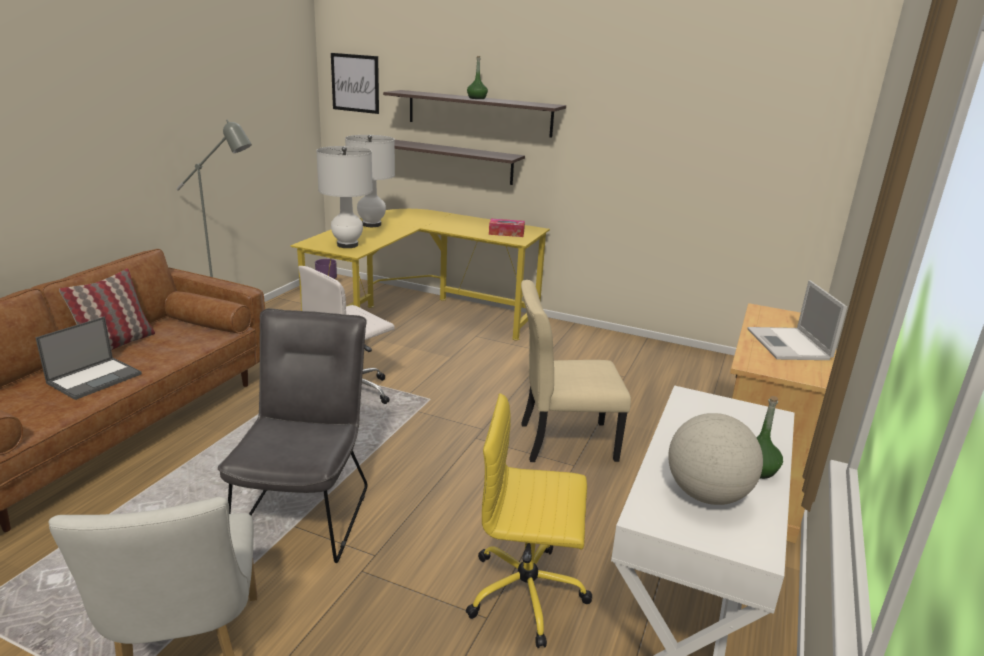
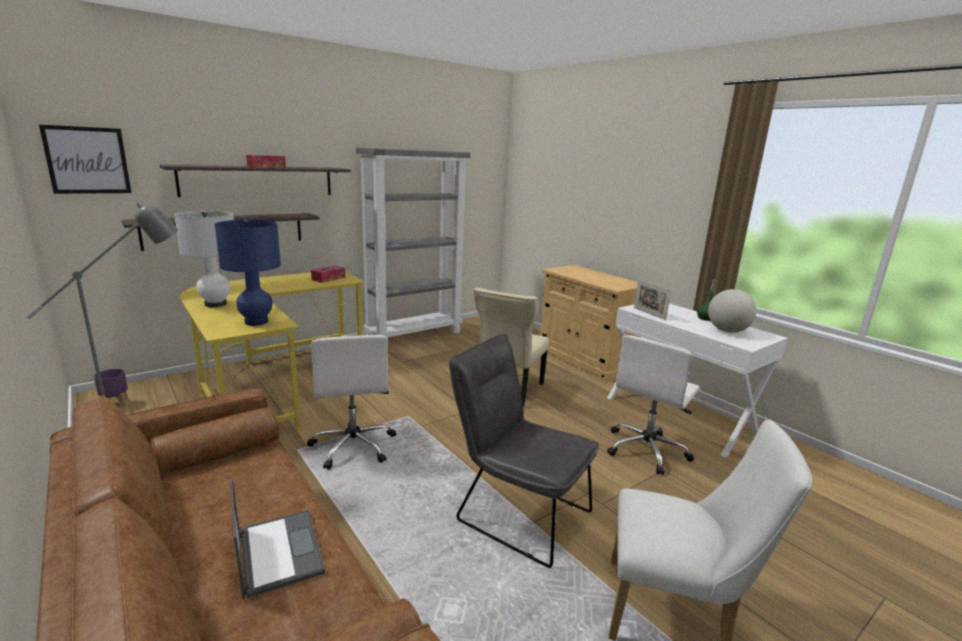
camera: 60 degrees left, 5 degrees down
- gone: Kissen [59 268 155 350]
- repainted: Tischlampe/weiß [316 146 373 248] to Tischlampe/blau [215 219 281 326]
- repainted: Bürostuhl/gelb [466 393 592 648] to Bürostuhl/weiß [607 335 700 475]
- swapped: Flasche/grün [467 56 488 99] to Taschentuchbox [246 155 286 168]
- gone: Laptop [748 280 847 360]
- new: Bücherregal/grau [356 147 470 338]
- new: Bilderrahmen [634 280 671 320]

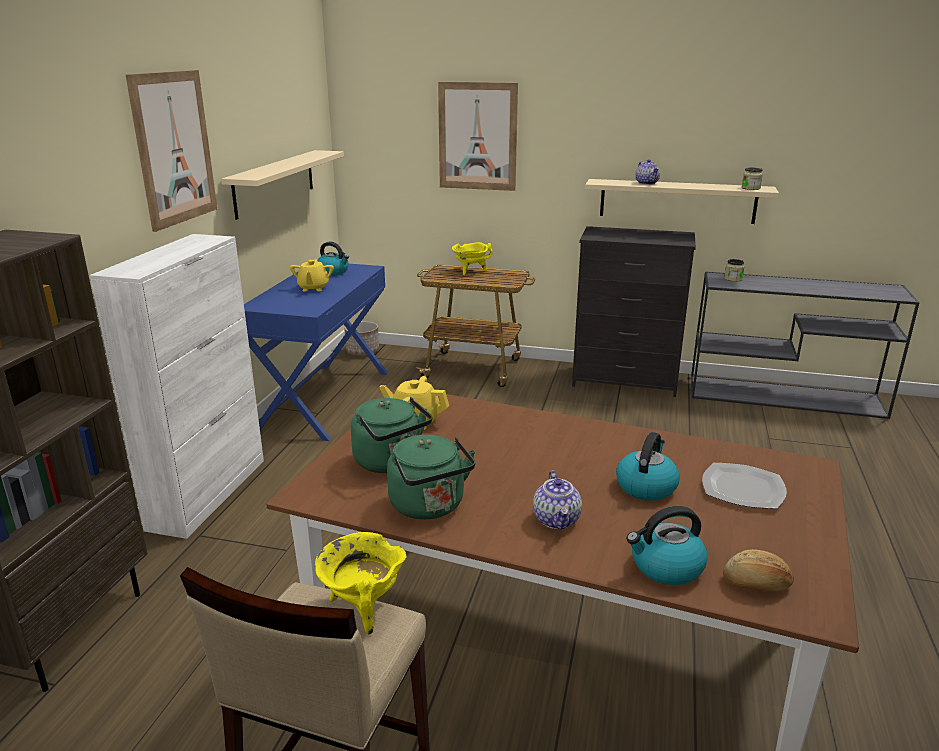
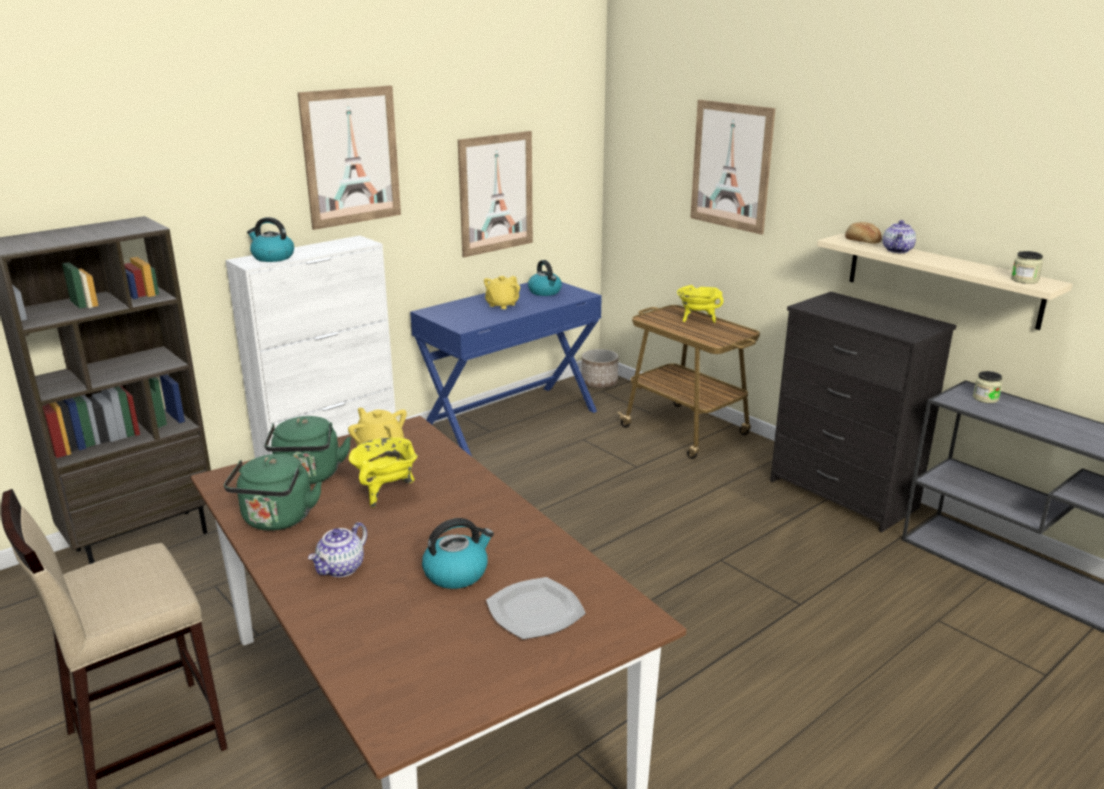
camera: 35 degrees right, 0 degrees up
- swapped: Wandregal/beige [221 150 344 220] to Bild [458 131 533 257]
- shifted: Kochtopf/gelb [315 532 406 635] to [349 437 418 508]
- shifted: Wasserkessel [626 506 708 585] to [247 217 294 262]
- shifted: Brot [723 549 794 591] to [845 222 882 244]

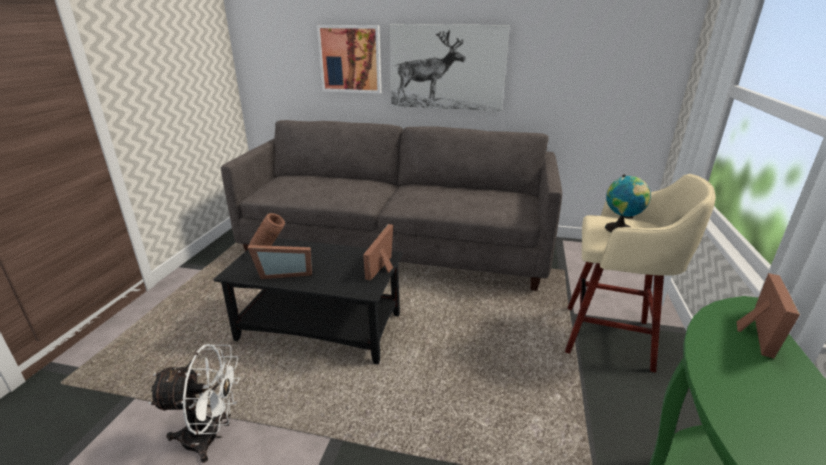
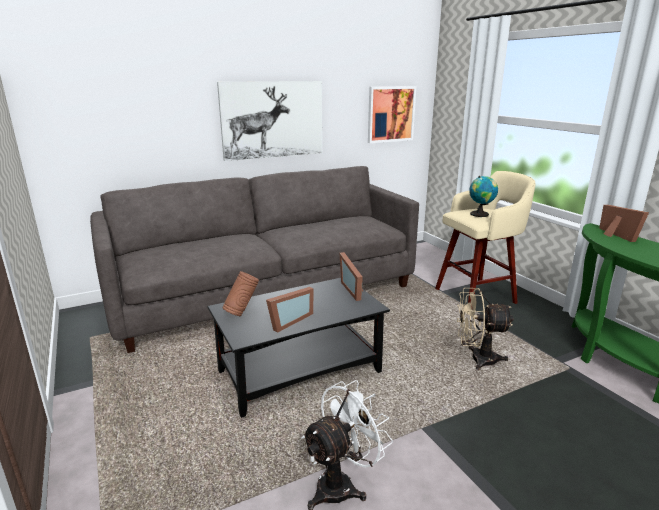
camera: 40 degrees left, 5 degrees down
- shifted: Bild [317 25 381 94] to [368 86 416 143]
- new: Ventilator/beige [457 288 513 370]

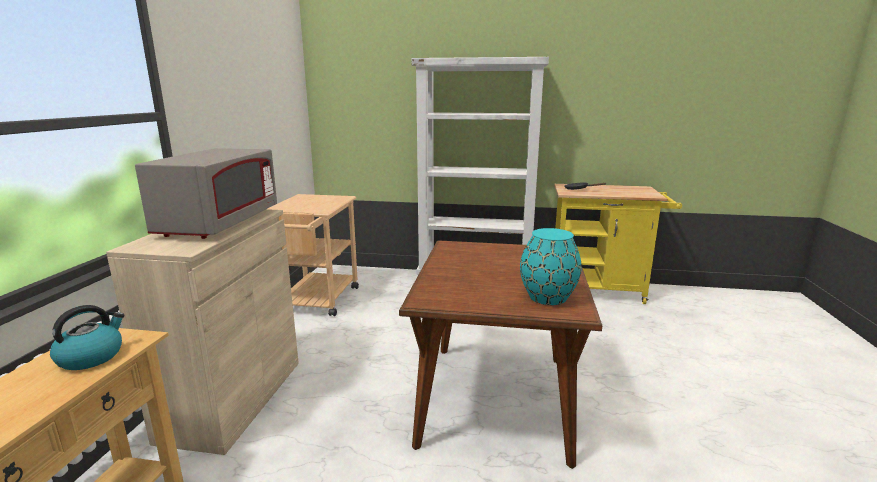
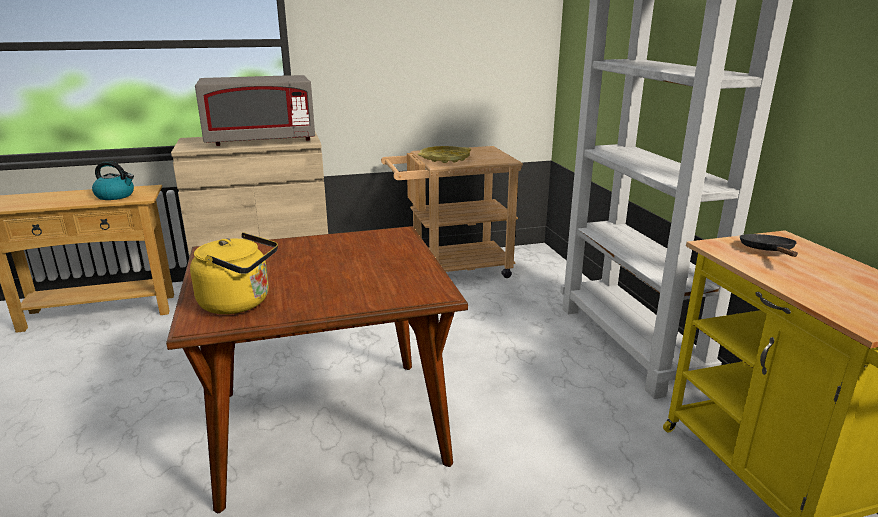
camera: 65 degrees right, 5 degrees up
- swapped: Vase/türkis [520 228 582 305] to Wasserkessel/gelb [190 233 278 314]
- new: Tablett/gelb [418 146 471 163]

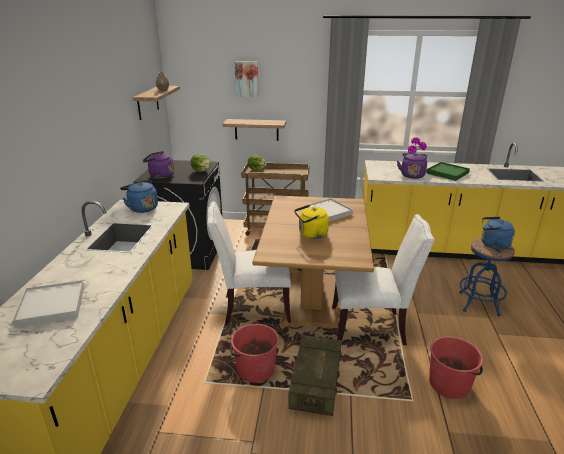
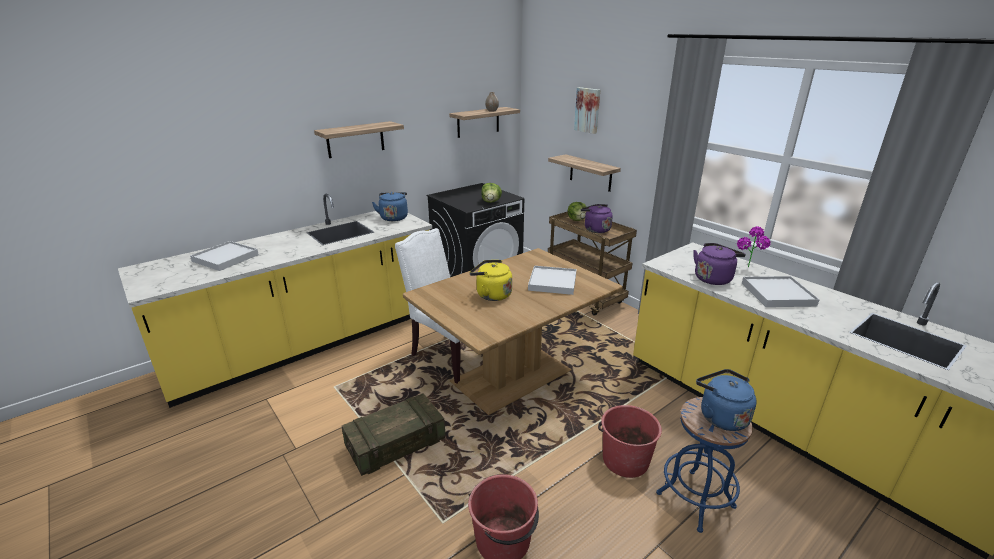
camera: 45 degrees right, 0 degrees up
- shifted: Wasserkessel/lila [143 151 174 179] to [581 204 613 233]
- shifted: Eimer/rot [230 324 279 383] to [598 405 662 478]
- gone: Stuhl/weiß [332 214 434 345]
- repainted: Tablett/grün [426 162 470 181] to Tablett/weiß [742 276 820 307]
- new: Wandregal [314 121 404 158]

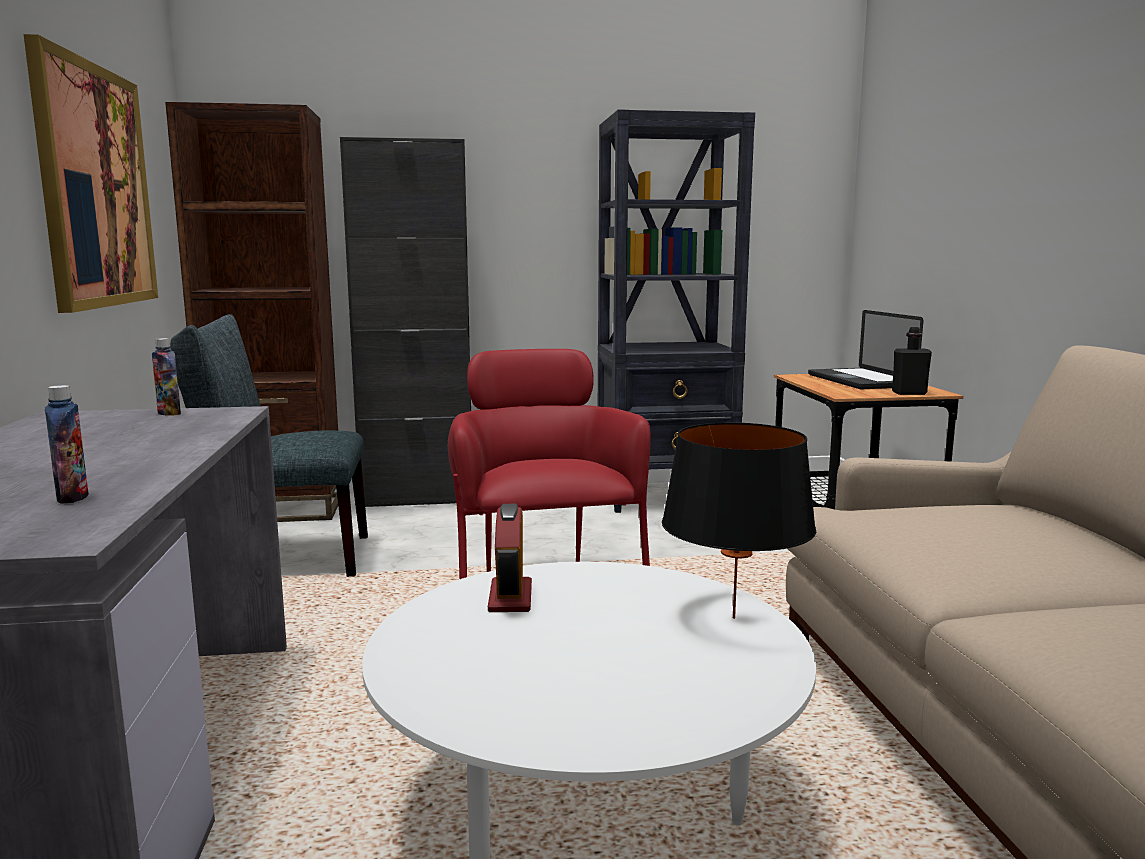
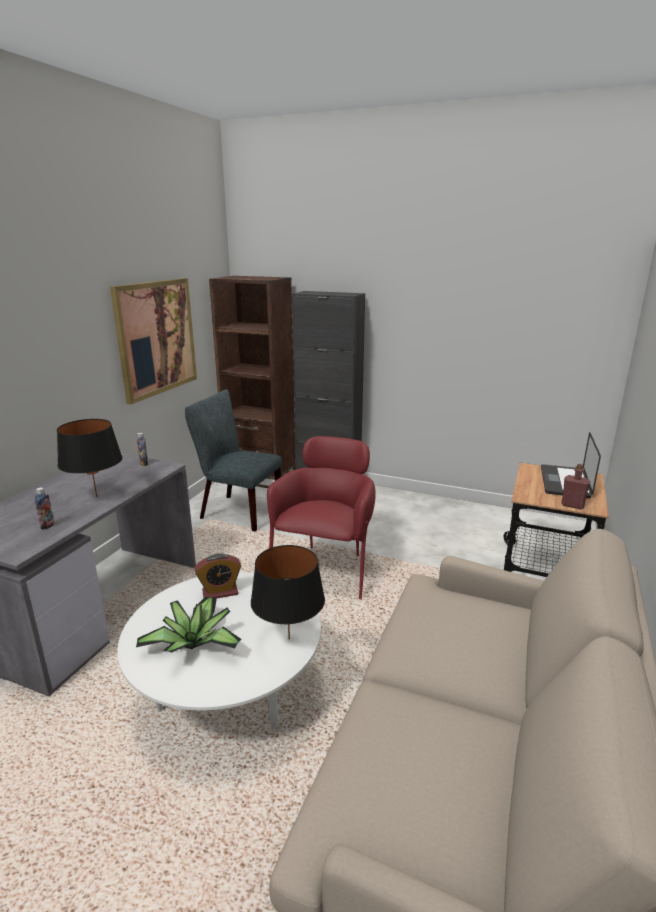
camera: 30 degrees right, 10 degrees up
- rotated: Wecker [488 504 532 612] = [195 554 241 599] 135 degrees counterclockwise
- gone: Bücherregal/schwarz [598 109 755 513]
- repainted: Flasche/schwarz [892 327 932 395] to Flasche/rot [561 464 590 509]
- new: Tischlampe/schwarz [57 419 122 497]
- new: Topfpflanze [136 597 242 653]

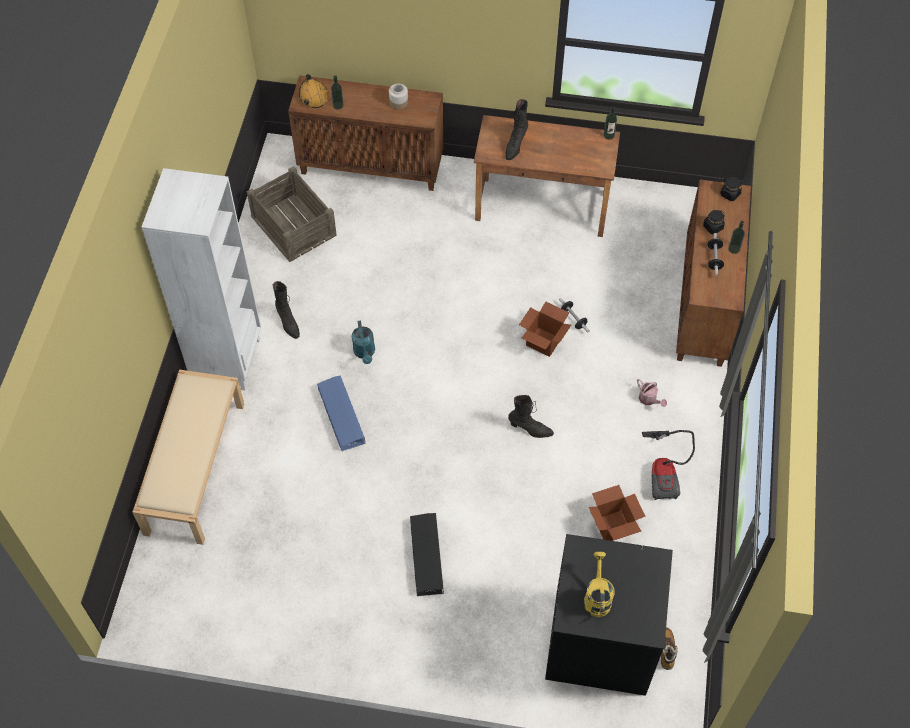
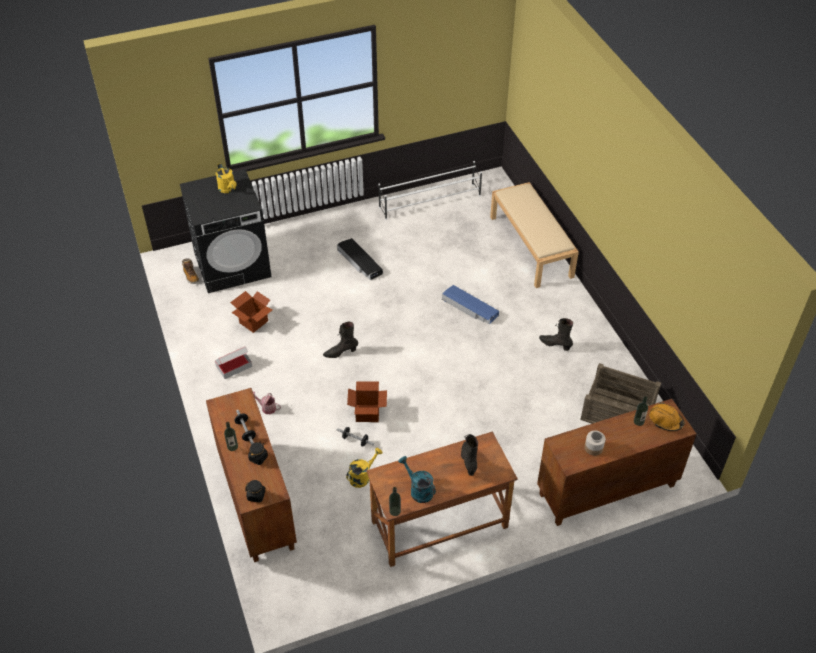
camera: 150 degrees right, 10 degrees down
- gone: Bücherregal/weiß [142 168 261 390]
- shifted: Gießkanne/türkis [352 320 375 364] to [398 456 436 503]
- swapped: Staubsauger [642 430 695 500] to Karton [215 346 252 379]
- new: Gießkanne/gelb [346 448 383 488]
- new: Schuhregal/weiß [378 161 482 220]

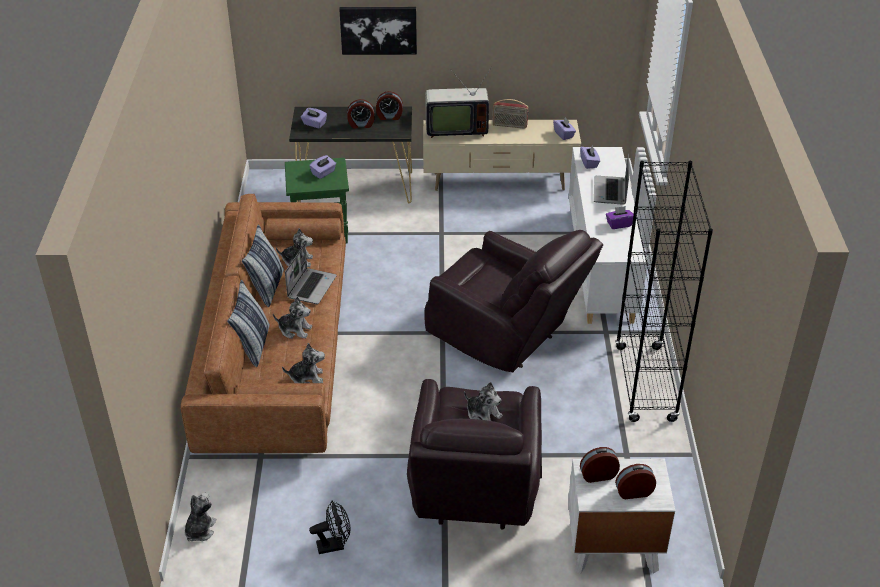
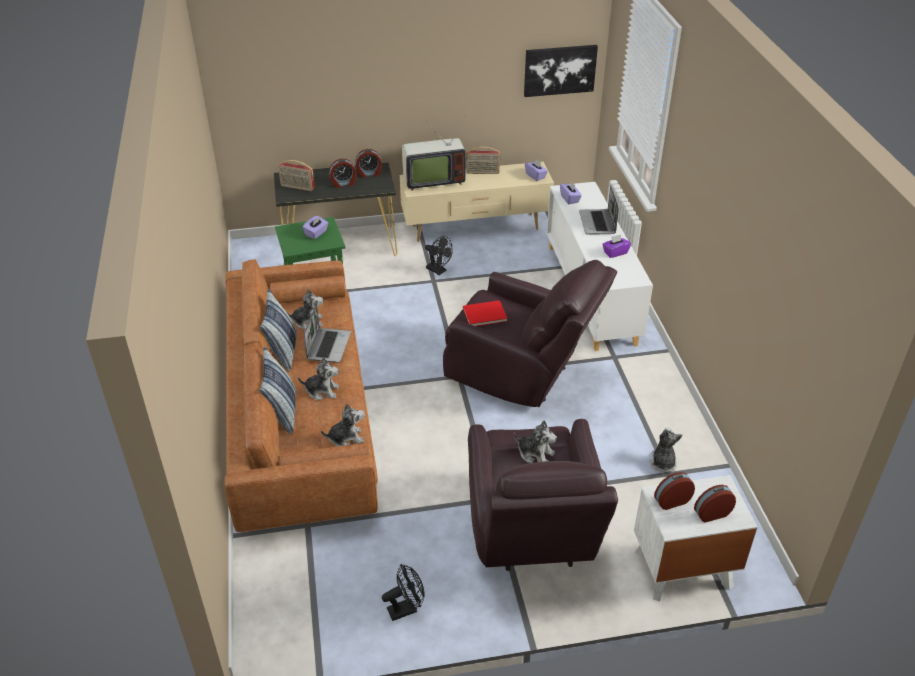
camera: 10 degrees left, 0 degrees up
- shifted: Plüschtier [184 492 217 541] to [649 427 682 472]
- swapped: Taschentuchbox/lila [301 108 327 129] to Radio [278 160 315 191]
- shifted: Bild [339 7 417 55] to [524 45 598 97]
- gone: Bücherregal/schwarz [615 161 713 422]
- new: Ventilator/schwarz [425 236 453 275]
- new: Buch/rot [463 300 508 326]

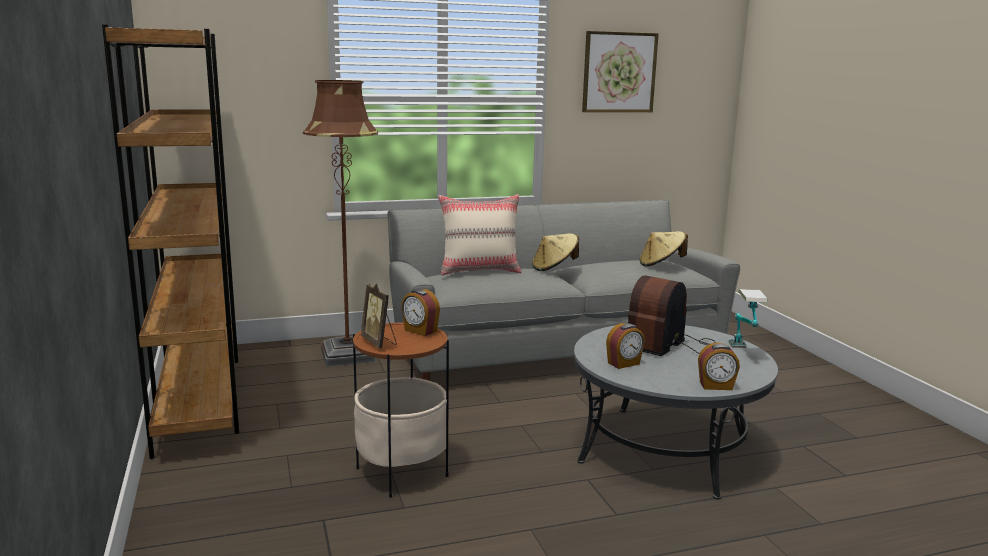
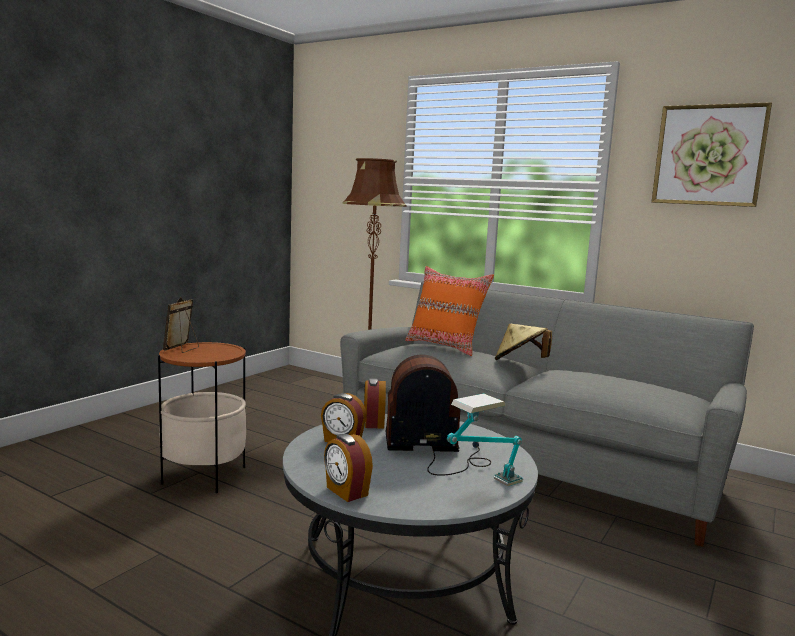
camera: 50 degrees right, 5 degrees down
- gone: Bücherregal/braun [102 24 239 459]
- shifted: Wecker [401 289 440 336] to [364 378 386 429]
- repainted: Kissen/beige [439 194 522 275] to Kissen/orange [405 266 494 356]
- gone: Hut/beige [639 231 688 267]

